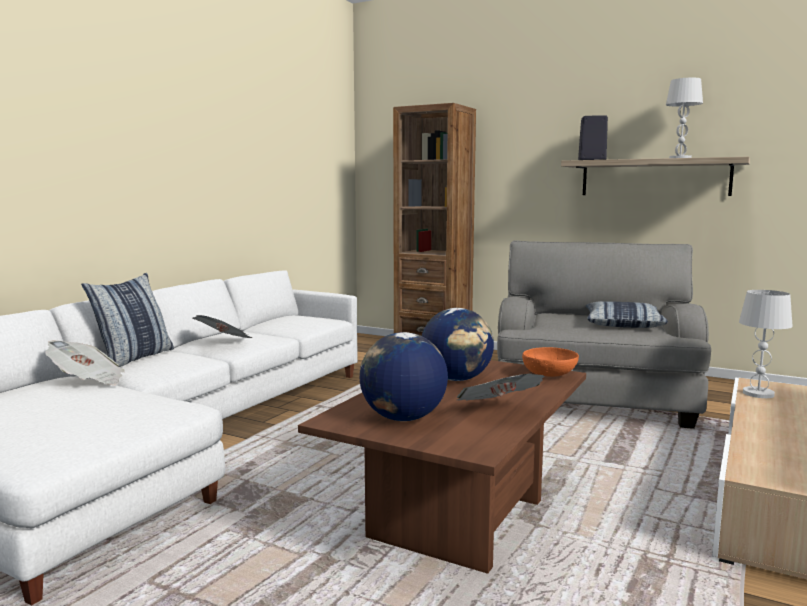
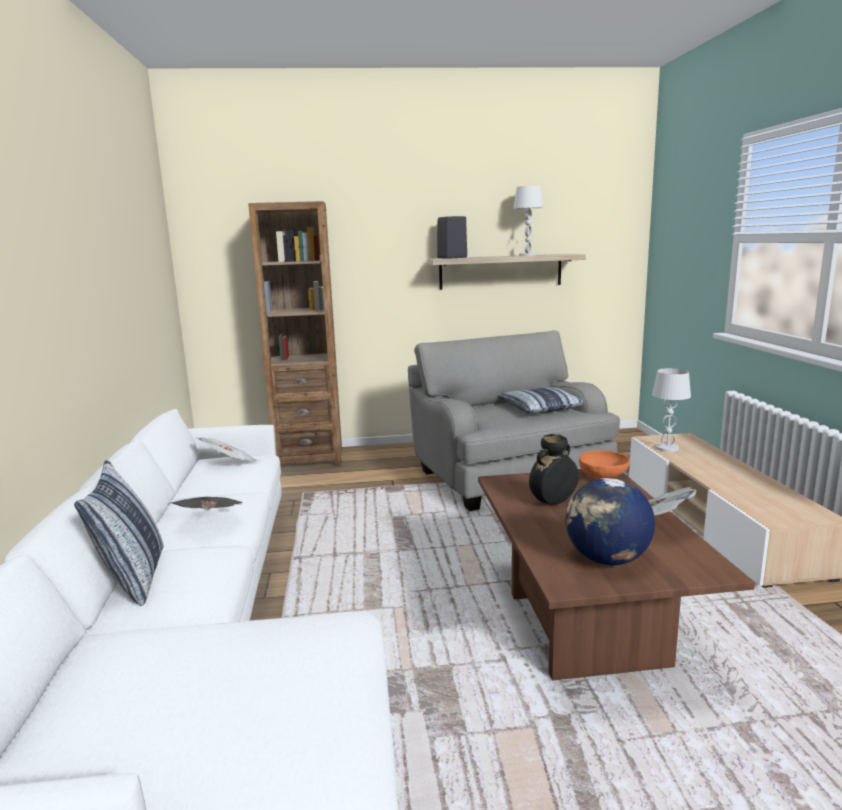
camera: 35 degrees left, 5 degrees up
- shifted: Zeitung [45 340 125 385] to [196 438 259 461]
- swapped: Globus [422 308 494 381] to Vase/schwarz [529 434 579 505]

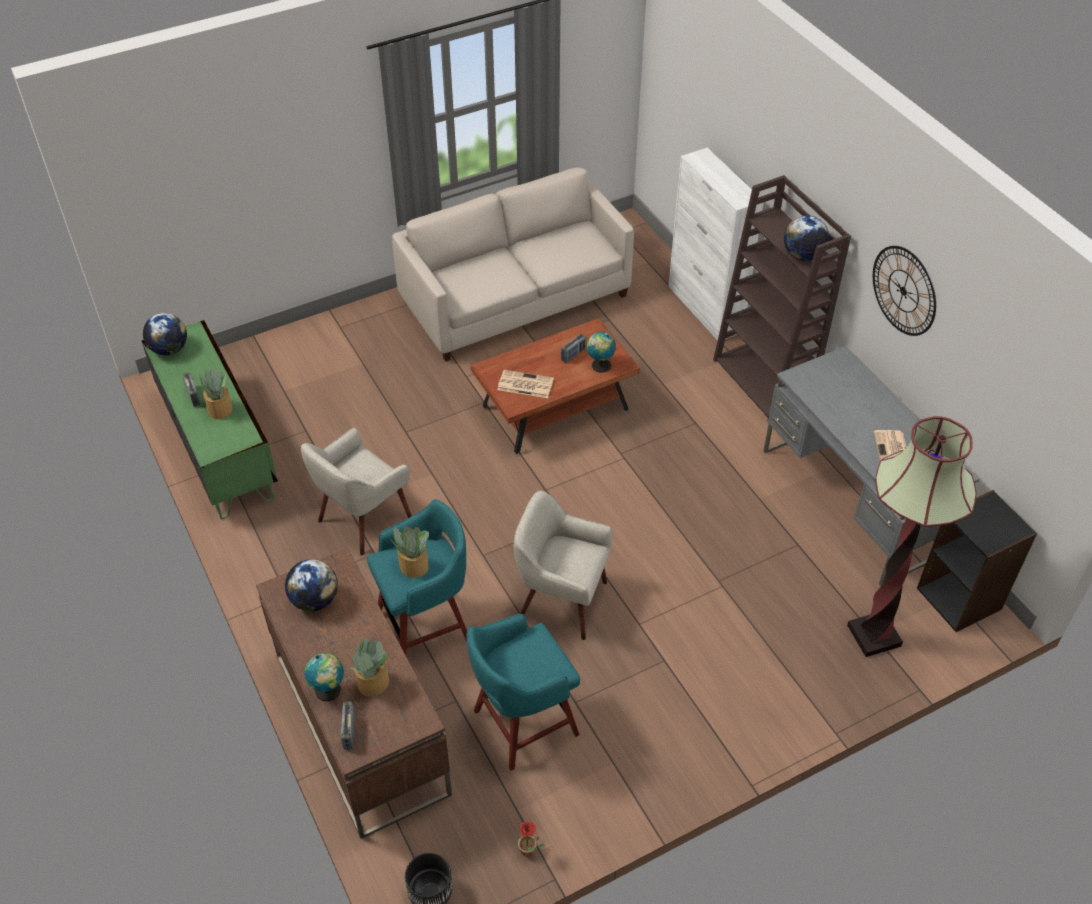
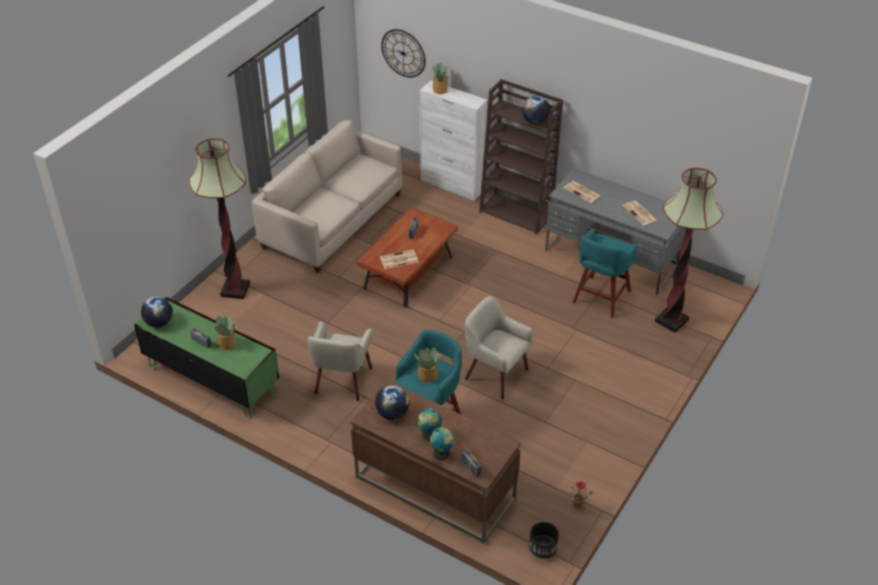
camera: 30 degrees left, 5 degrees down
- shifted: Topfpflanze [350 638 389 697] to [433 63 448 94]
- shifted: Hocker/türkis [466 614 580 771] to [573 229 637 318]
- rotated: Sessel/beige [514 491 612 640] = [465 296 533 399] 45 degrees clockwise
- shifted: Globus [587 332 616 373] to [417 408 442 441]
- shifted: Wanduhr [873 246 936 336] to [381 29 426 77]
- gone: Bücherregal/schwarz [917 490 1037 632]
- new: Stehlampe [189 138 250 299]
- new: Zeitung [563 181 601 203]

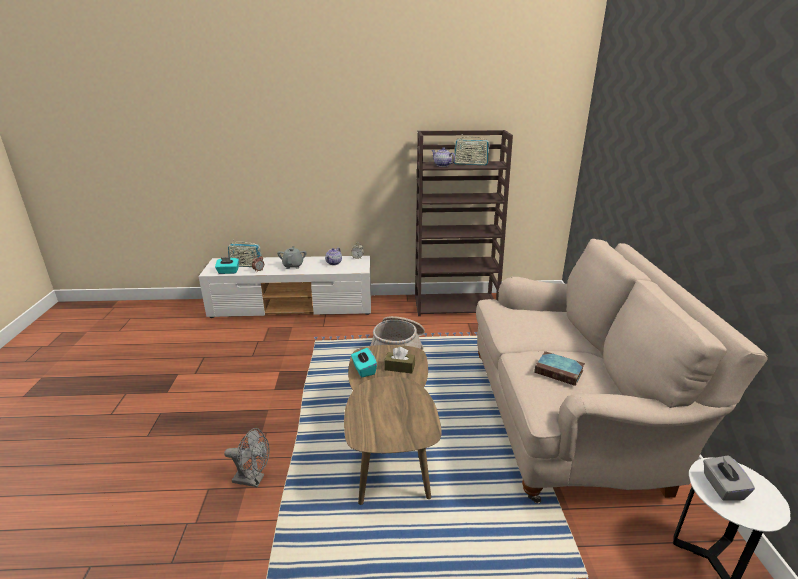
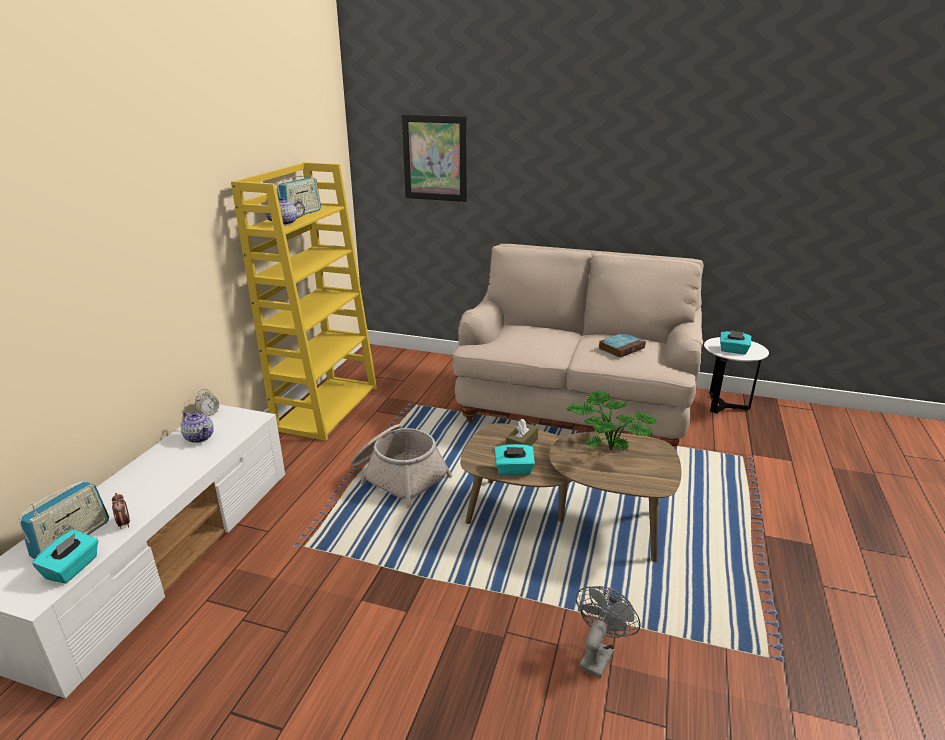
camera: 70 degrees left, 0 degrees up
- gone: Teekanne/grau [277 246 307 269]
- repainted: Bücherregal/braun [415 130 513 316] to Bücherregal/gelb [231 162 377 441]
- repainted: Taschentuchbox/grau [703 455 755 501] to Taschentuchbox/türkis [720 330 751 354]
- new: Bild [402 115 467 202]
- new: Topfpflanze [567 390 658 451]

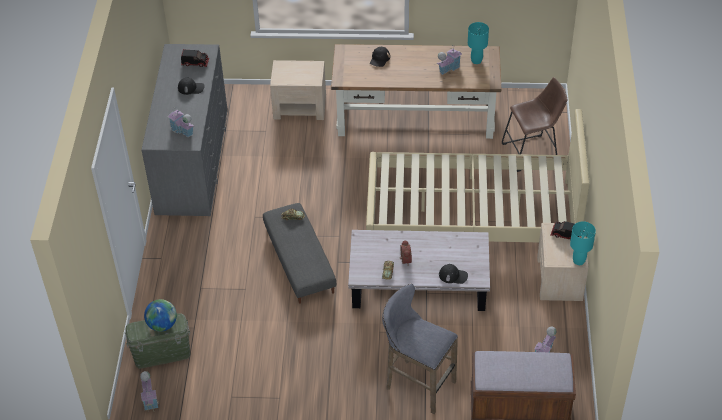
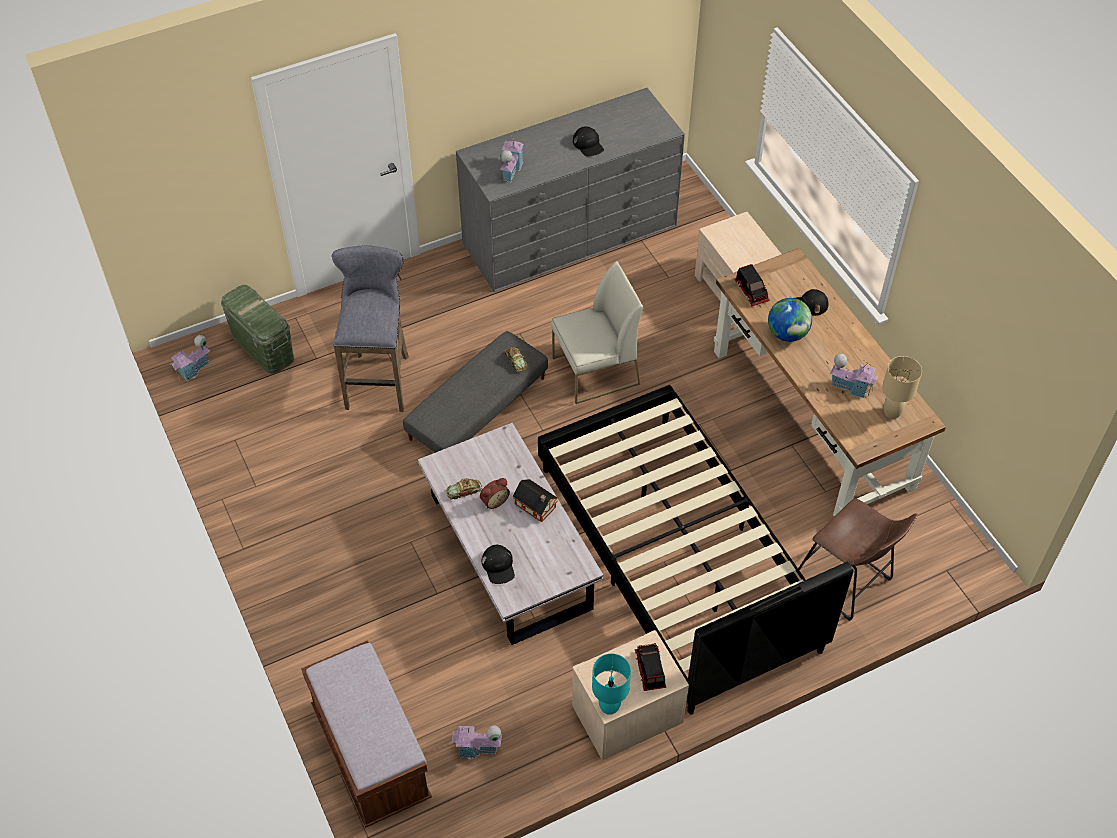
camera: 60 degrees right, 5 degrees up
- shifted: Globus [144 299 177 332] to [768 298 812 342]
- shifted: Spielzeuglaster [181 49 209 67] to [735 264 770 306]
- repainted: Bett/beige [366 109 590 242] to Bett/schwarz [538 385 854 715]
- shifted: Hocker/grau [382 284 458 414] to [332 245 409 412]
- repainted: Tischlampe/türkis [468 22 489 64] to Tischlampe/beige [882 356 922 419]
- new: Spielzeughaus [513 479 558 522]
- new: Stuhl/weiß [551 261 643 404]

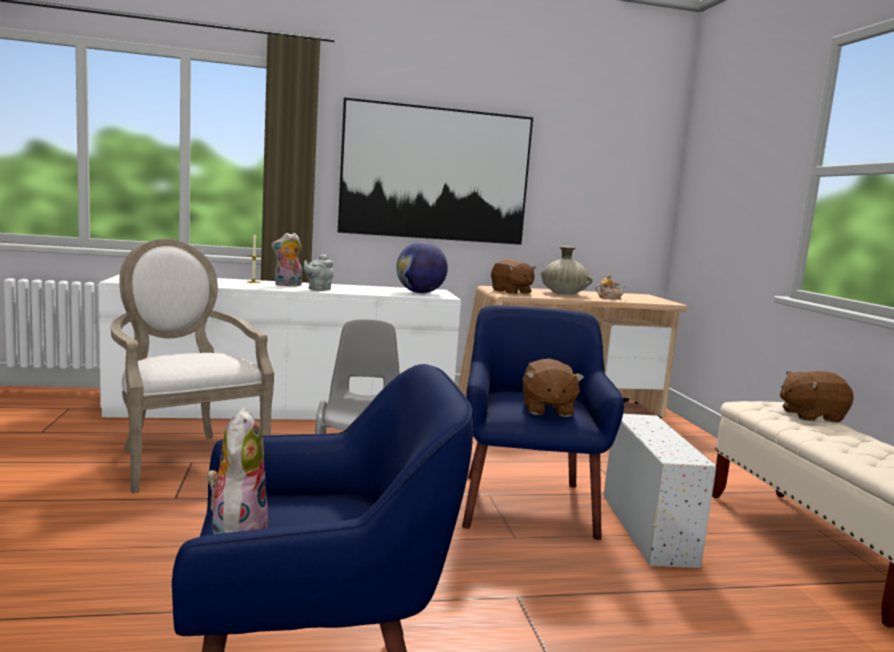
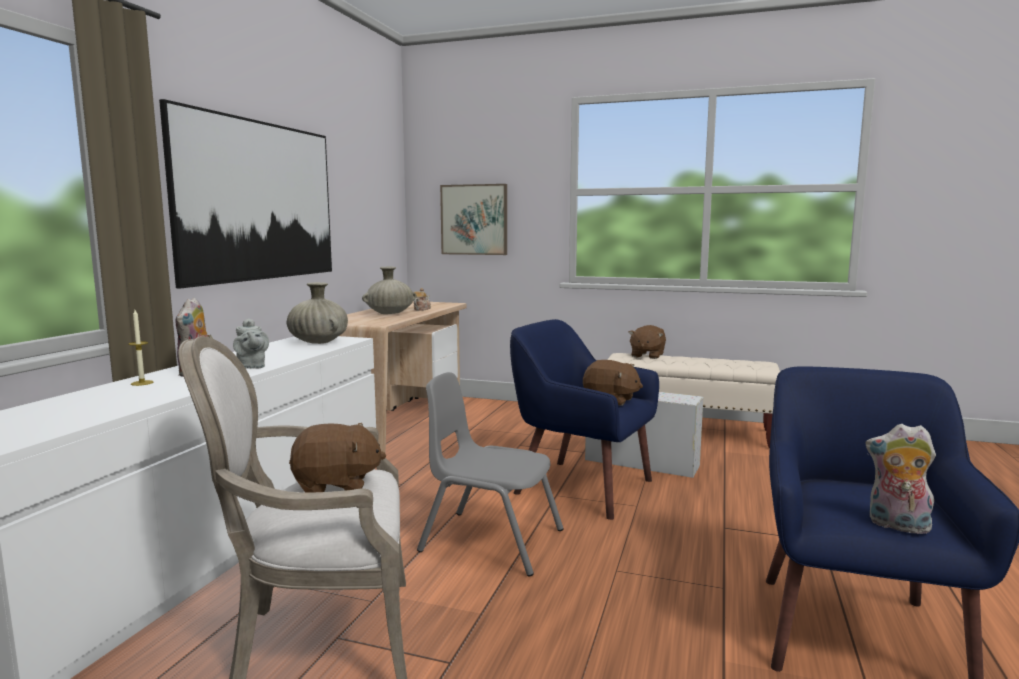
camera: 60 degrees left, 0 degrees up
- swapped: Globus [396 242 448 293] to Vase/beige [287 282 348 344]
- shifted: Plüschtier/braun [491 259 536 294] to [289 423 386 492]
- new: Bild [440 184 507 255]

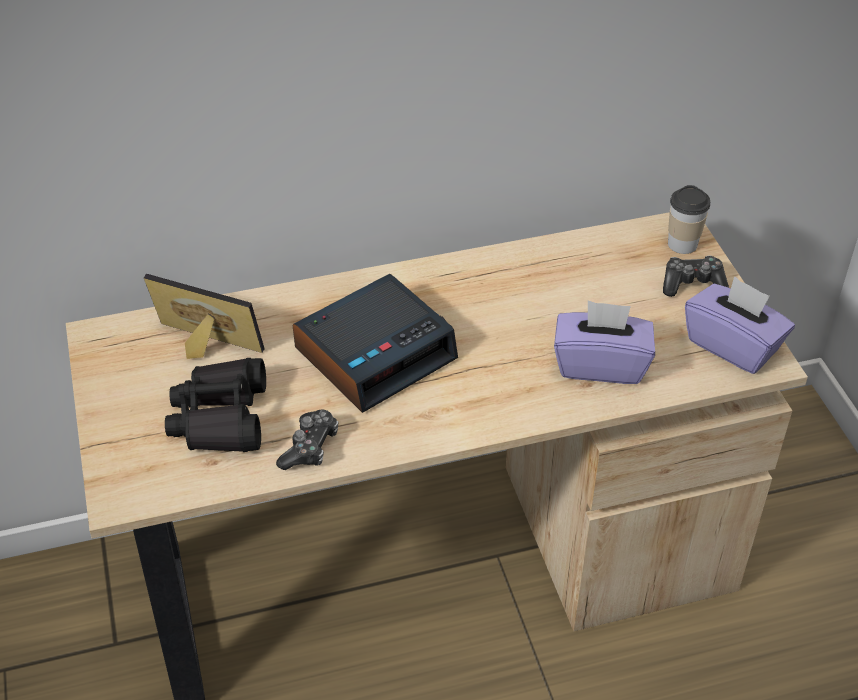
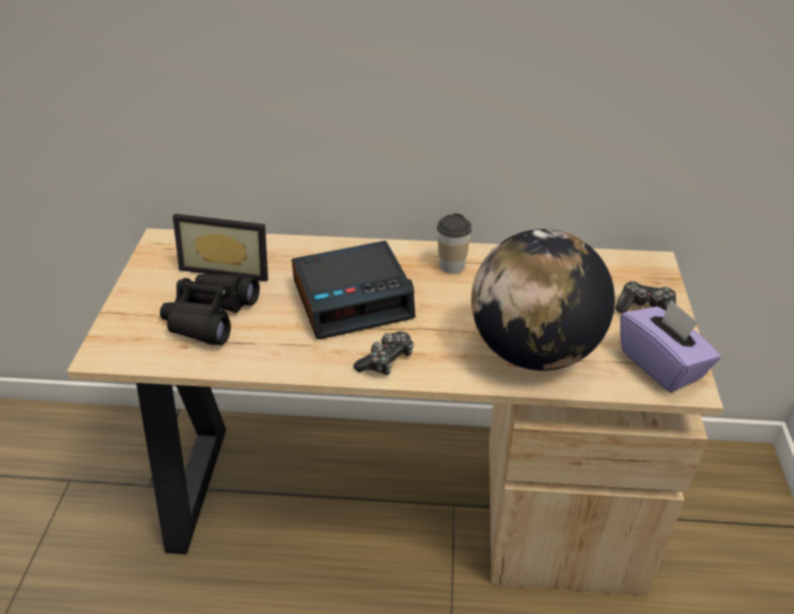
camera: 20 degrees right, 5 degrees down
- rotated: Bilderrahmen [144 274 264 359] = [173 214 268 282] 150 degrees clockwise
- shifted: Gamepad [276 410 338 470] to [353 331 414 375]
- swapped: Taschentuchbox/lila [554 300 655 384] to Globus [471 229 615 371]
- shifted: Tasse [668 185 711 254] to [437 213 472 274]

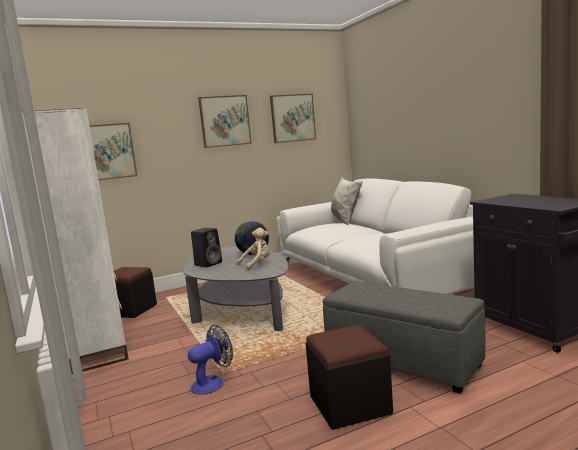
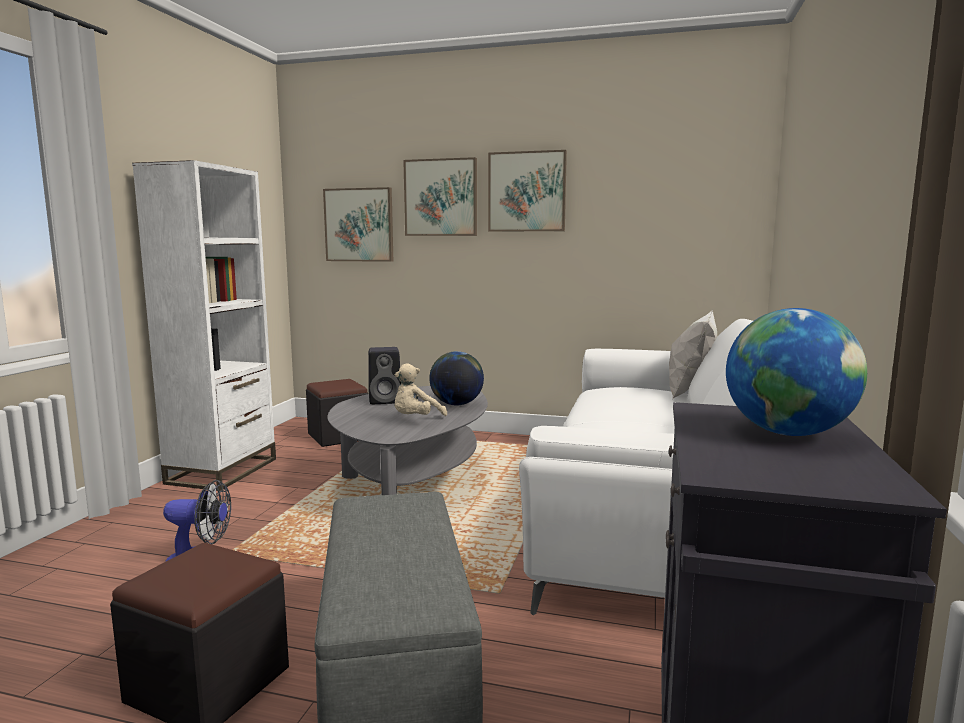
camera: 40 degrees right, 0 degrees up
- rotated: Plüschtier/beige [237 228 270 271] = [394 363 447 416] 120 degrees clockwise
- shifted: Bild [270 94 316 143] to [403 157 477 236]
- new: Globus [726 308 867 436]

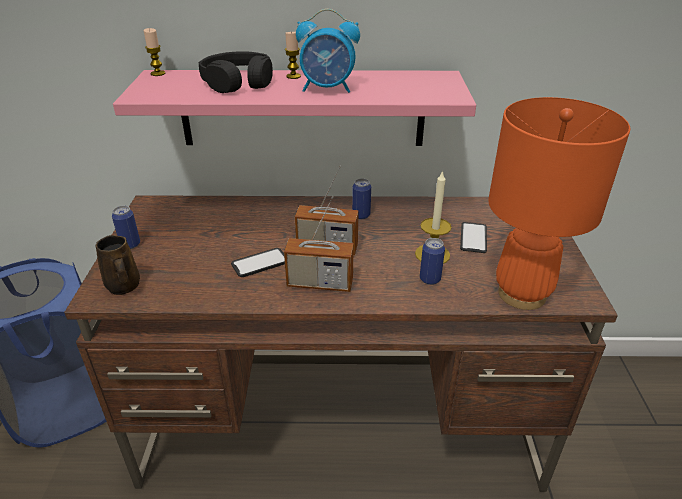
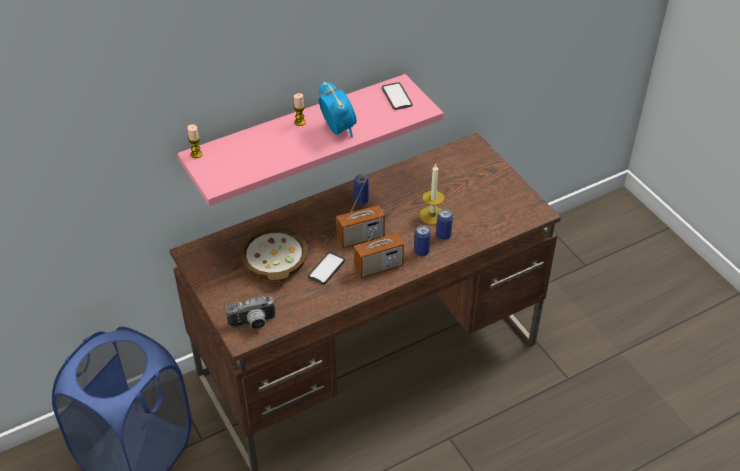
camera: 30 degrees left, 10 degrees up
- swapped: Henkelbecher/braun [96 235 140 295] to Kamera [226 296 276 329]
- shifted: Dose [112 206 140 249] to [414 225 431 256]
- gone: Kopfhörer/schwarz [199 51 273 93]
- rotated: Wecker [296 9 360 93] = [319 81 357 138] 90 degrees counterclockwise
- shifted: Handy [460 222 487 253] to [382 82 413 110]
- gone: Tischlampe/orange [488 97 630 310]
- new: Schüssel [240 223 307 282]

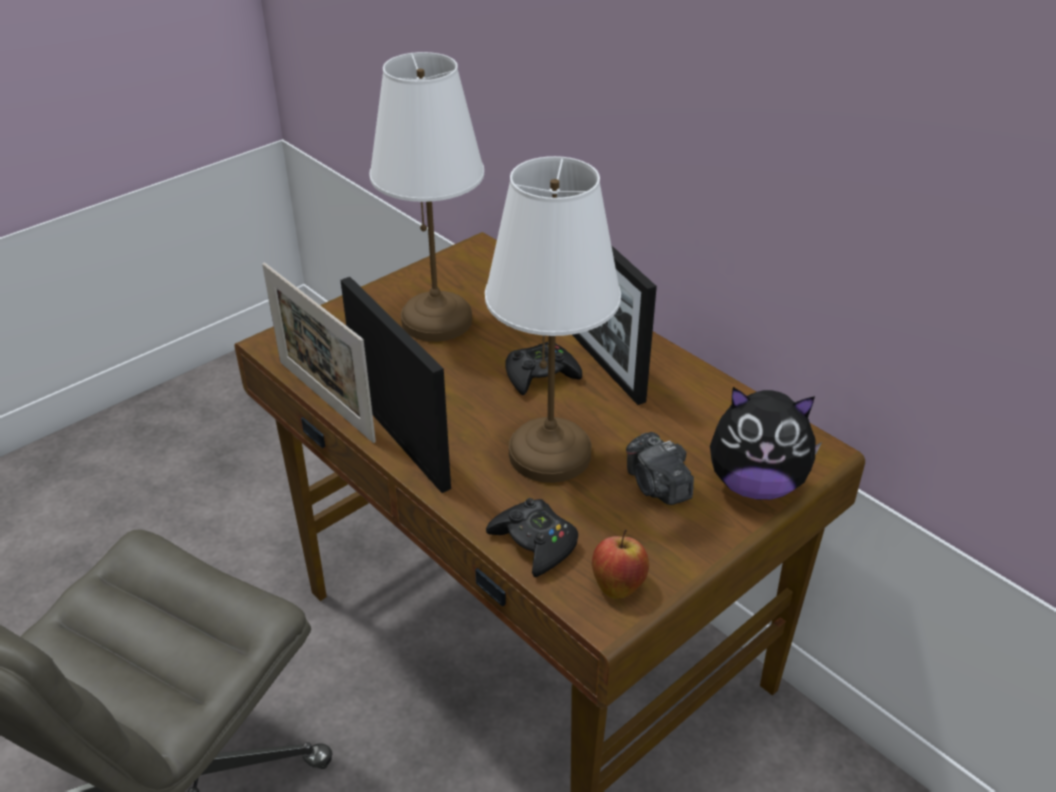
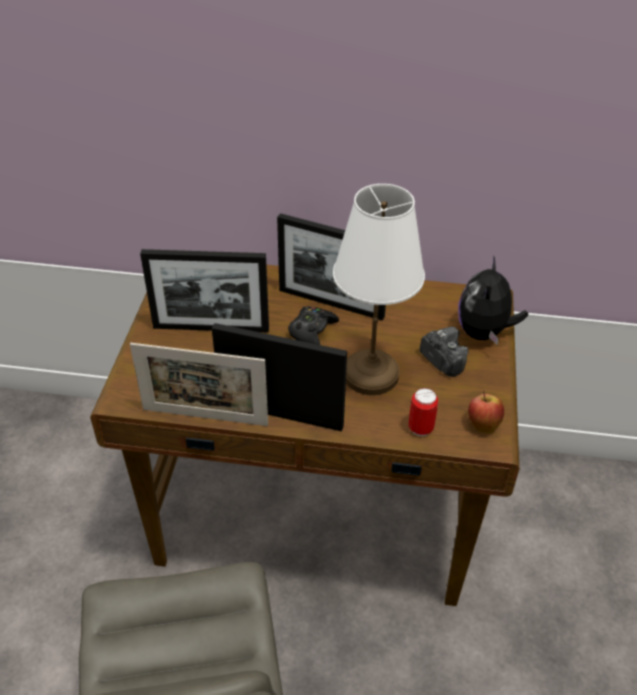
camera: 40 degrees left, 5 degrees up
- swapped: Tischlampe/weiß [369 52 484 342] to Bilderrahmen [140 249 269 332]
- swapped: Gamepad/schwarz [486 498 578 577] to Dose [409 388 438 436]
- rotated: Kamera [626 432 694 505] = [420 327 469 377] 150 degrees counterclockwise
- rotated: Plüschtier [710 387 822 500] = [458 255 528 345] 135 degrees clockwise

